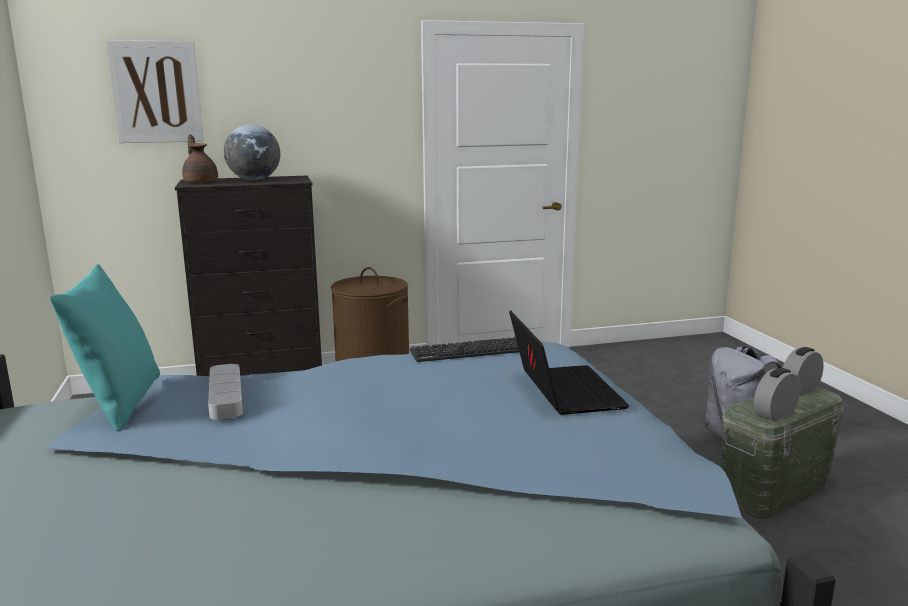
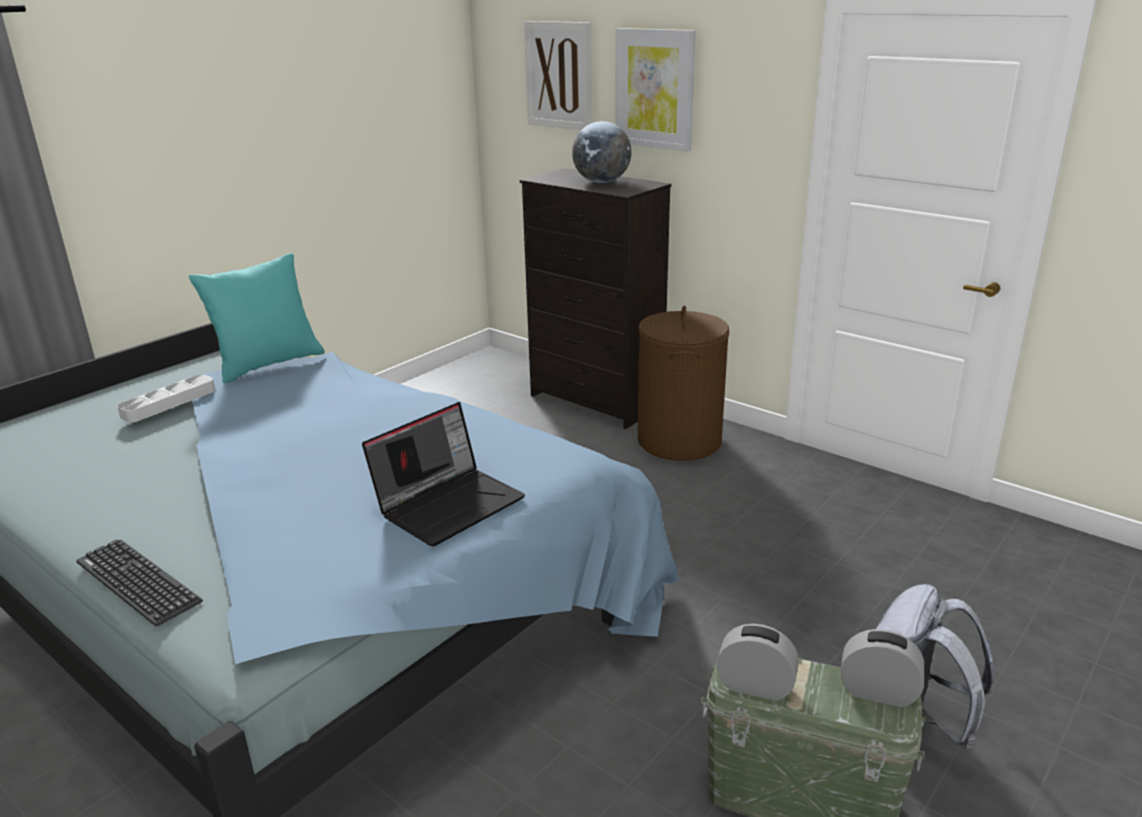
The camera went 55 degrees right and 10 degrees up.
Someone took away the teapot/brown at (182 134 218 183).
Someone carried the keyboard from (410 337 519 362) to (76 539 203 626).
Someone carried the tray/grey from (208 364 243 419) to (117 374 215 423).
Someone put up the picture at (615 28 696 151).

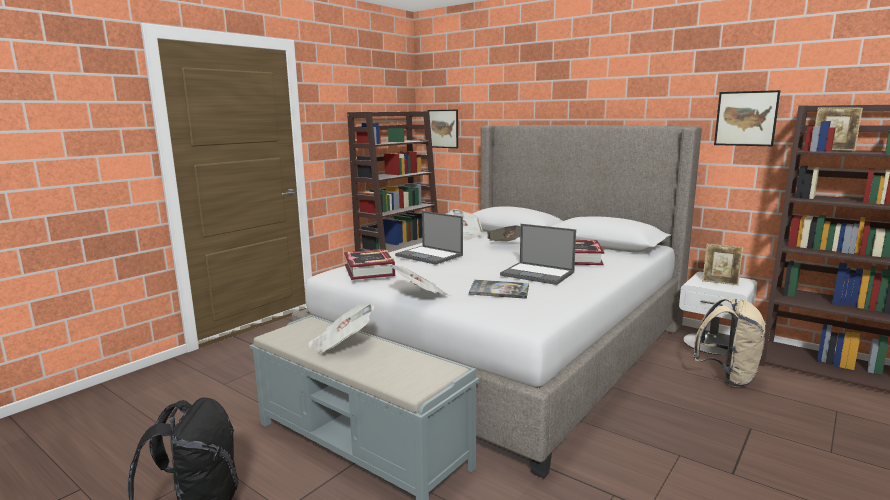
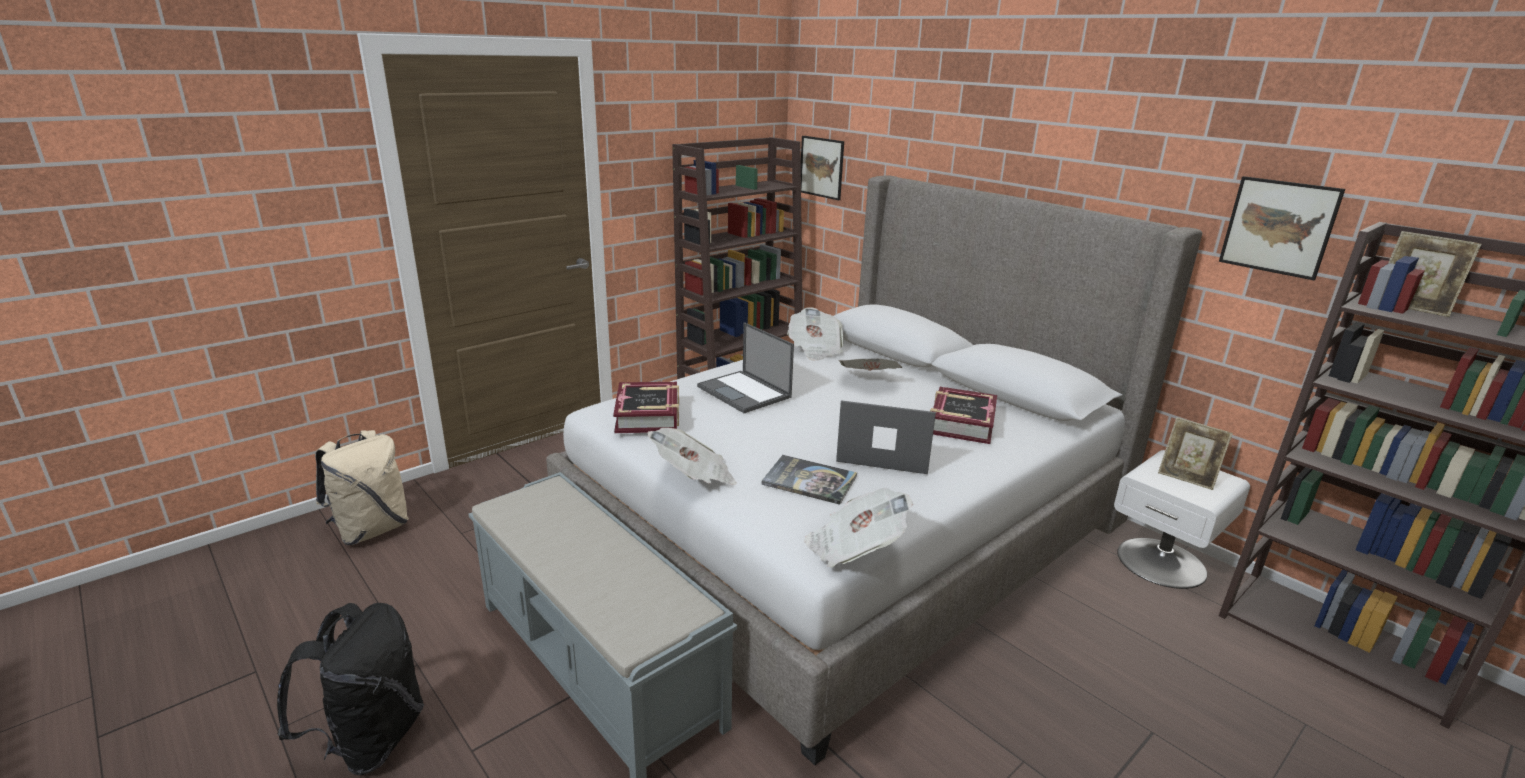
The camera went 10 degrees right and 10 degrees up.
Someone rotated the laptop at (500 224 576 285) by 150 degrees clockwise.
Someone carried the backpack/beige from (693 298 766 387) to (315 430 409 545).
Someone carried the newspaper from (308 304 375 354) to (804 487 913 568).

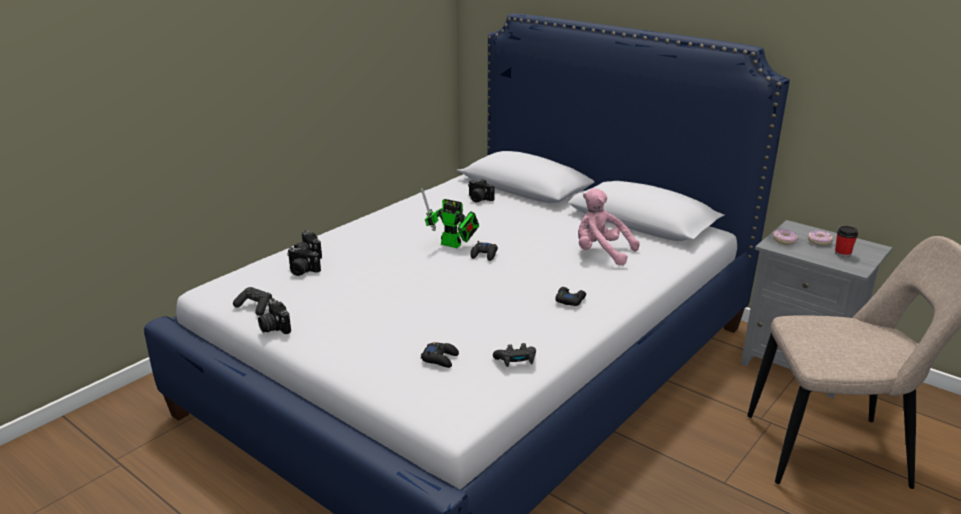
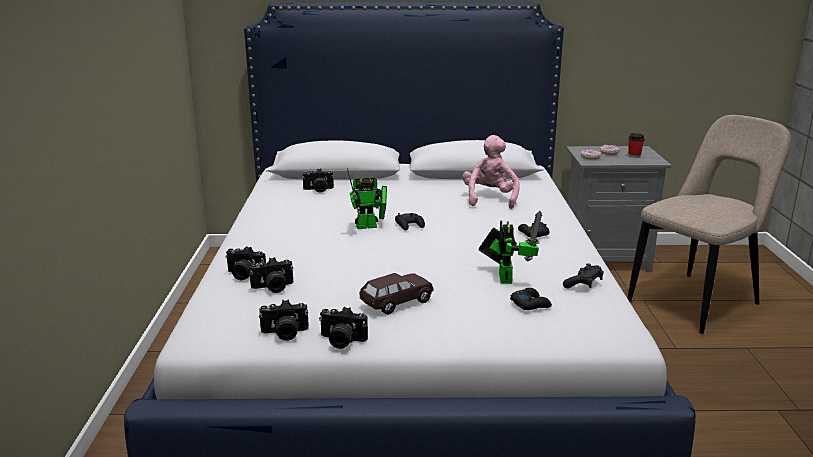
The camera went 40 degrees left and 5 degrees down.
Someone rotated the plush toy/pink at (578 188 640 266) by 105 degrees clockwise.
Someone swapped the game controller/black at (233 287 272 316) for the photo camera at (259 299 309 341).
Someone put down the toy robot at (479 211 542 284).
Someone put down the toy car/brown at (359 273 434 315).

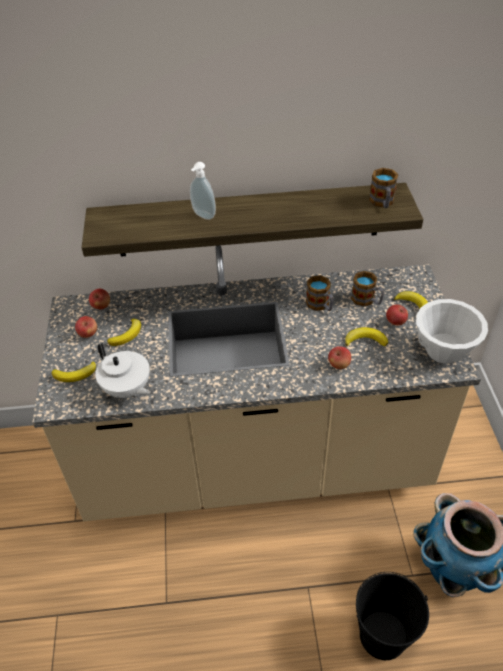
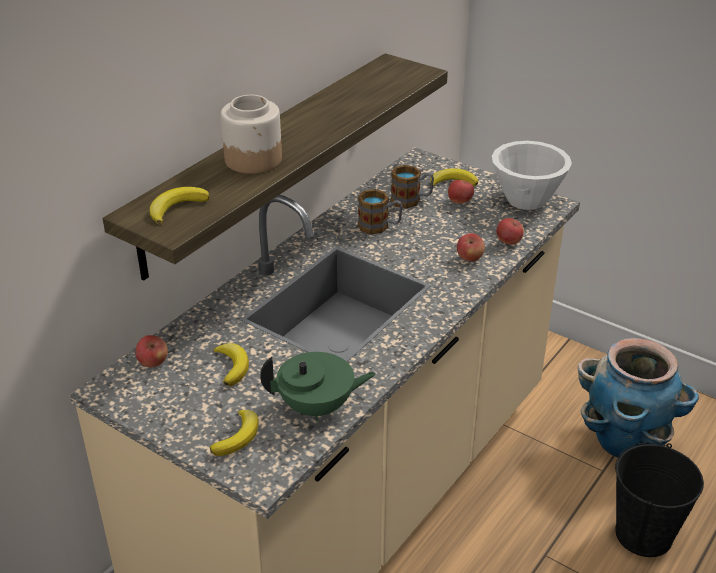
The camera went 50 degrees left and 10 degrees down.
Someone swapped the soap dispenser at (190 162 216 220) for the jar at (221 95 282 174).
Someone took away the mug at (369 168 398 208).
Someone carried the apple from (75 316 97 338) to (496 218 524 245).
Someone carried the banana from (345 327 388 346) to (150 187 210 225).
Someone repainted the teapot/white at (95 343 150 398), which became the teapot/green at (260 352 376 421).

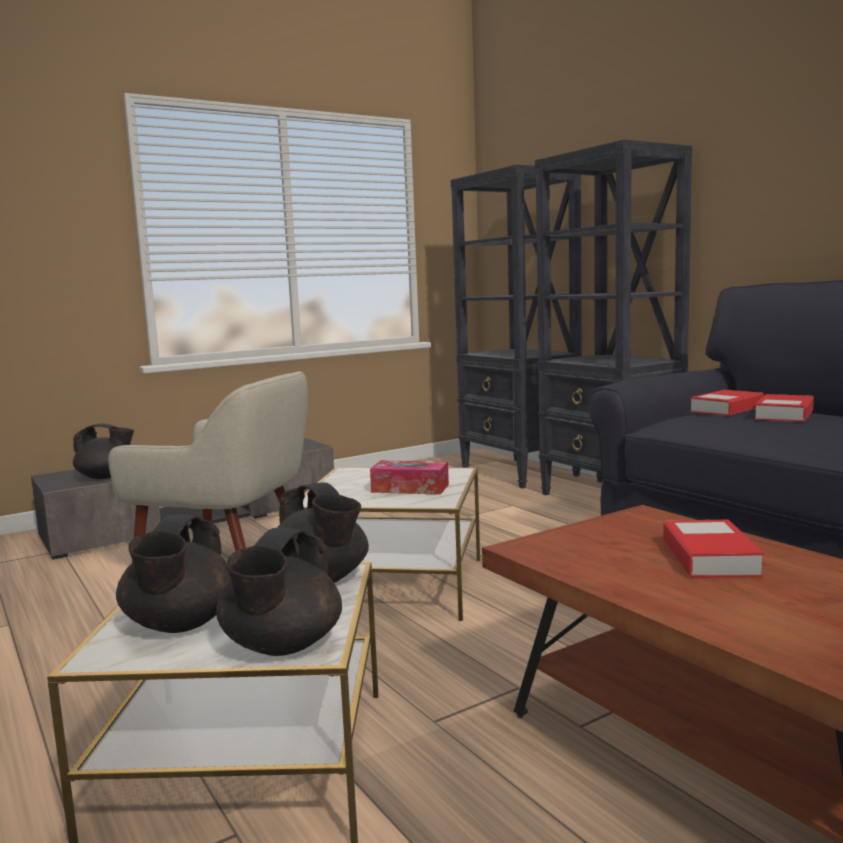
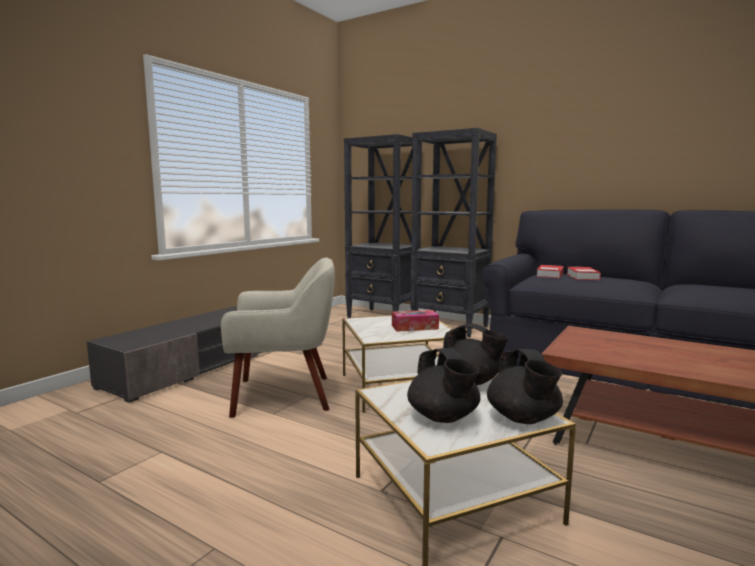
The camera went 25 degrees left and 0 degrees up.
Someone took away the teapot/black at (73 423 134 479).
Someone took away the book at (663 520 764 578).

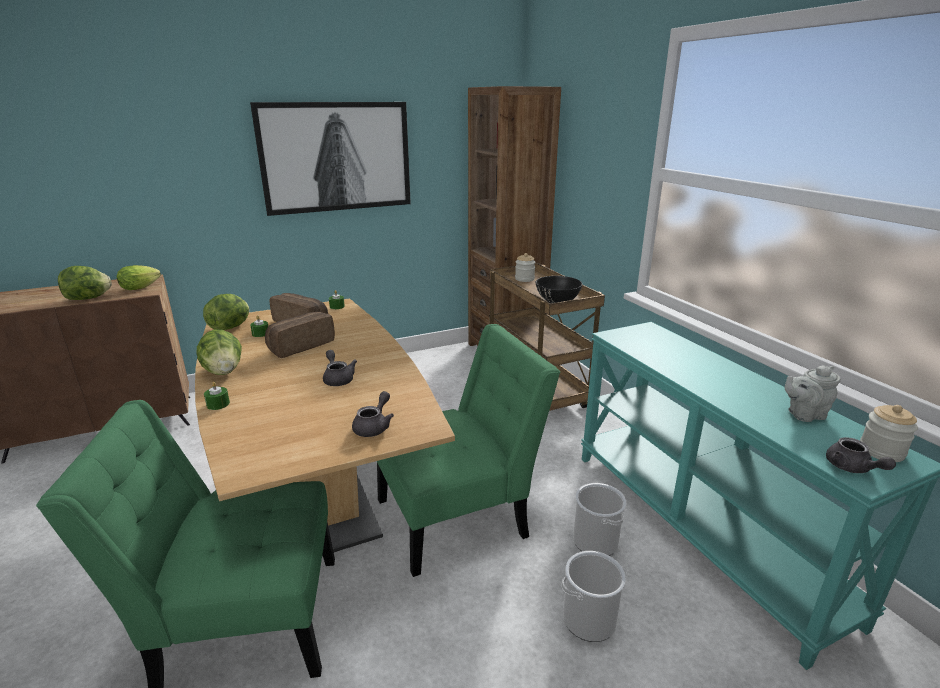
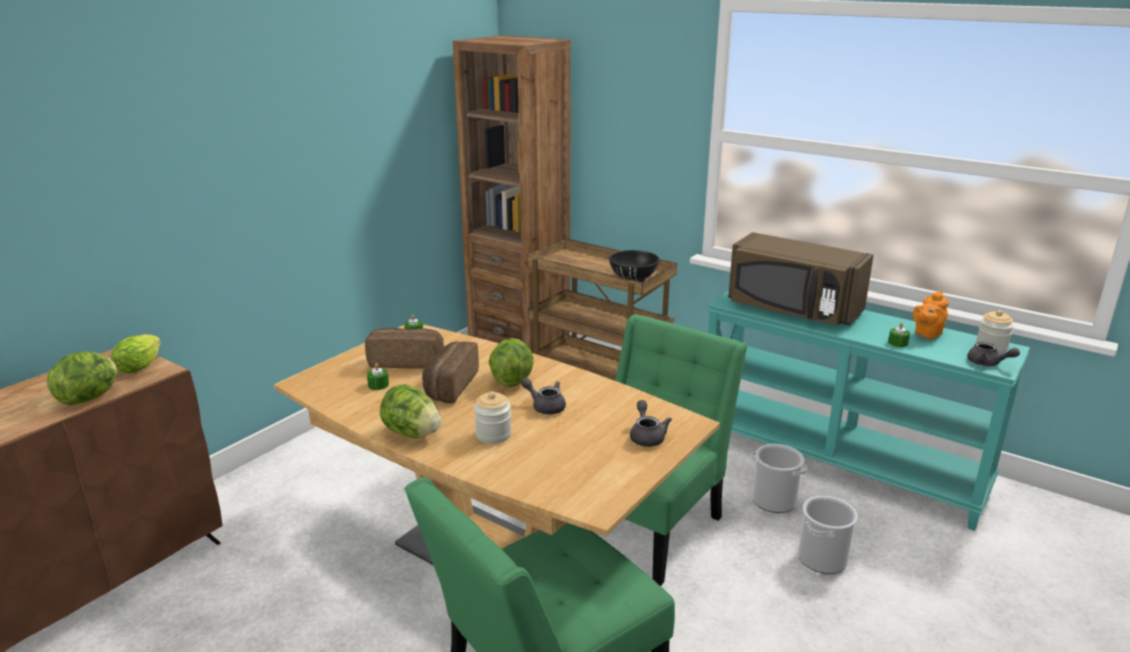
The camera went 30 degrees left and 0 degrees up.
Someone took away the picture at (250 102 411 216).
Someone carried the jar from (515 253 536 282) to (474 391 512 444).
Someone carried the lettuce from (203 294 249 330) to (489 338 534 387).
Someone repainted the teapot/grey at (785 366 841 422), which became the teapot/orange at (913 291 949 340).
Someone carried the candle/green from (204 382 230 410) to (888 322 910 347).
Someone put down the microwave/brown at (728 232 874 325).

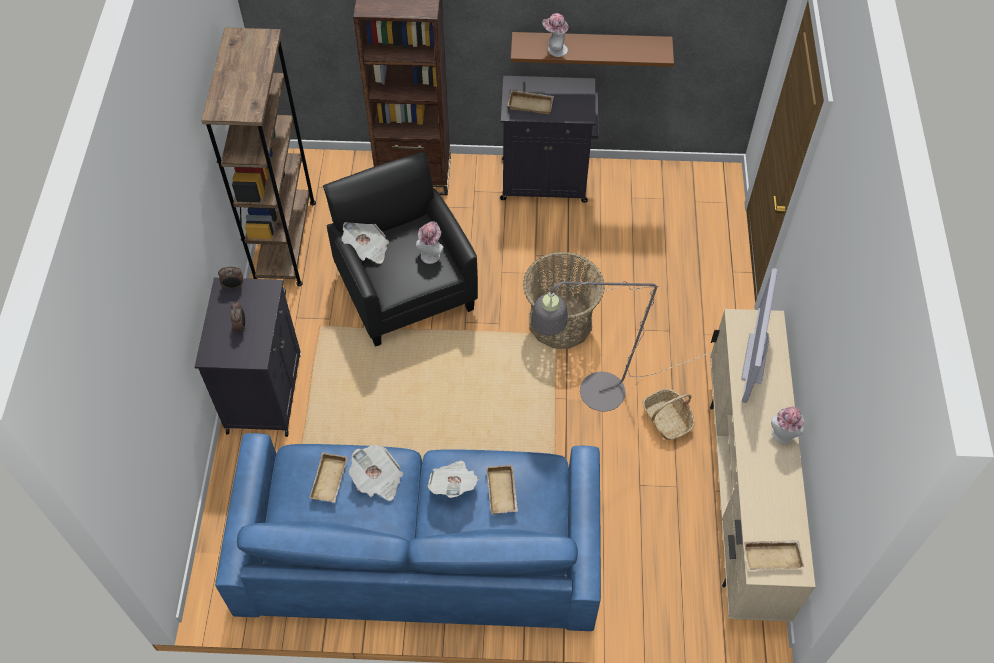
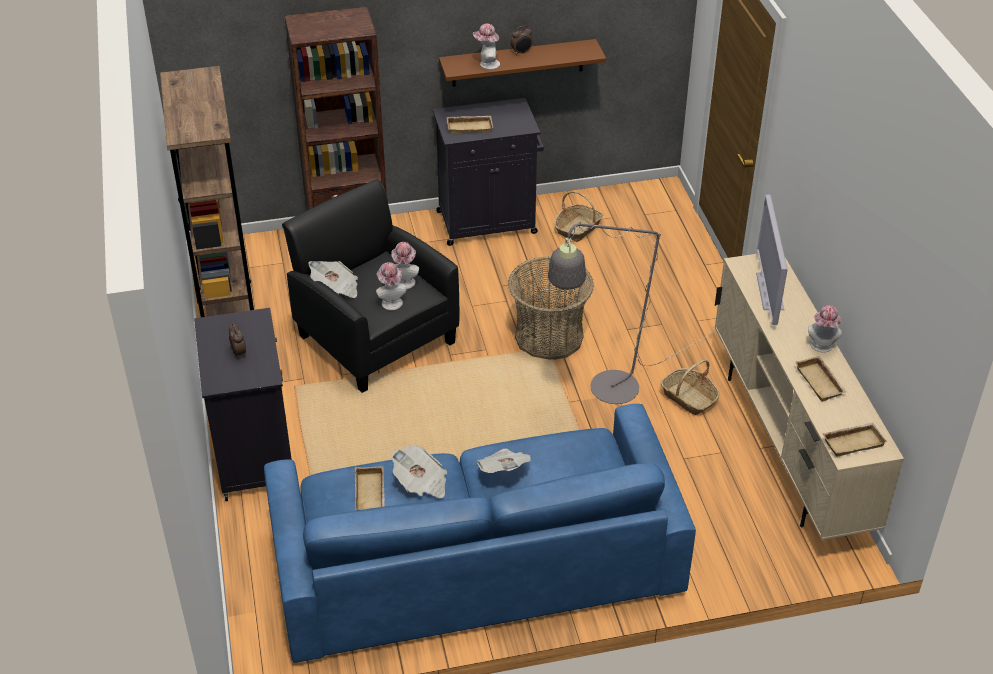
The camera went 15 degrees left and 15 degrees down.
Someone carried the alarm clock from (218 266 243 289) to (510 26 533 55).
Someone carried the tray/beige from (486 465 518 515) to (795 356 847 402).
Someone put down the basket at (554 191 603 242).
Someone put down the hat at (376 262 406 310).

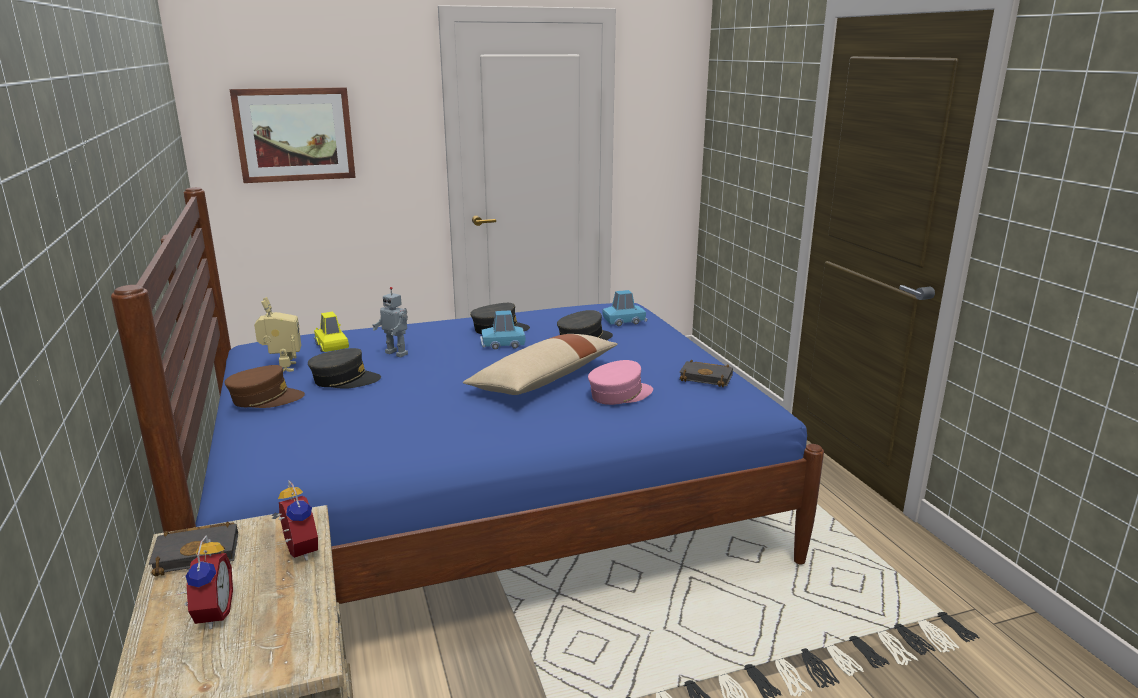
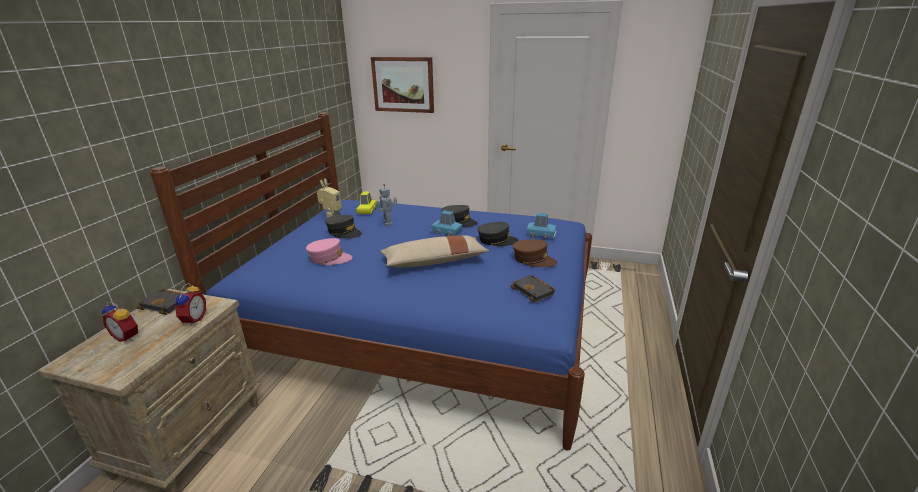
The camera went 35 degrees right and 5 degrees up.
Someone carried the cap/pink from (588 360 653 405) to (306 238 353 265).
Someone carried the cap/brown from (225 365 305 408) to (513 239 557 267).
Someone rotated the alarm clock at (181 535 233 629) by 90 degrees clockwise.

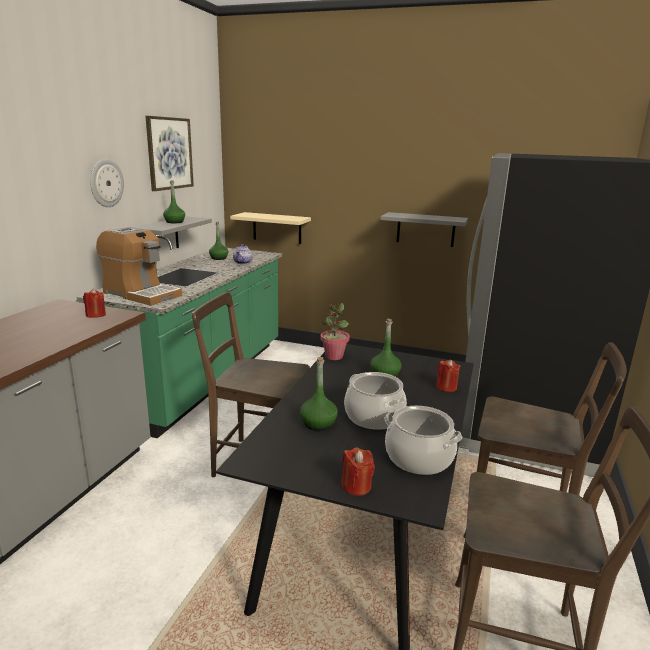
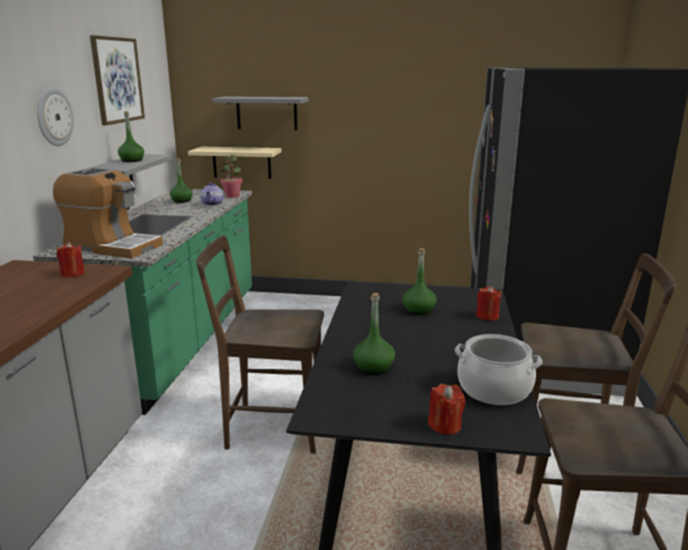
The camera went 10 degrees left and 0 degrees up.
Someone carried the shelf/grey from (380 212 468 247) to (212 96 308 130).
Someone carried the potted plant from (320 303 350 360) to (220 155 243 198).
Someone took away the cooking pot at (344 372 407 430).

